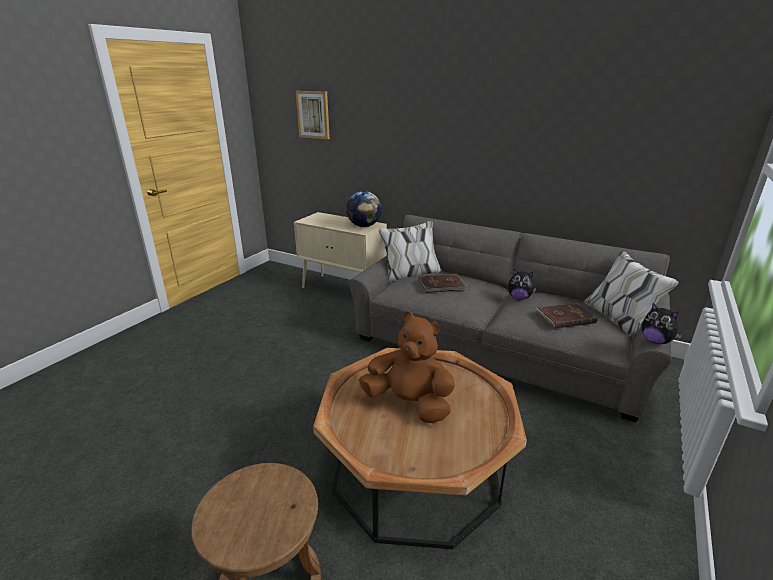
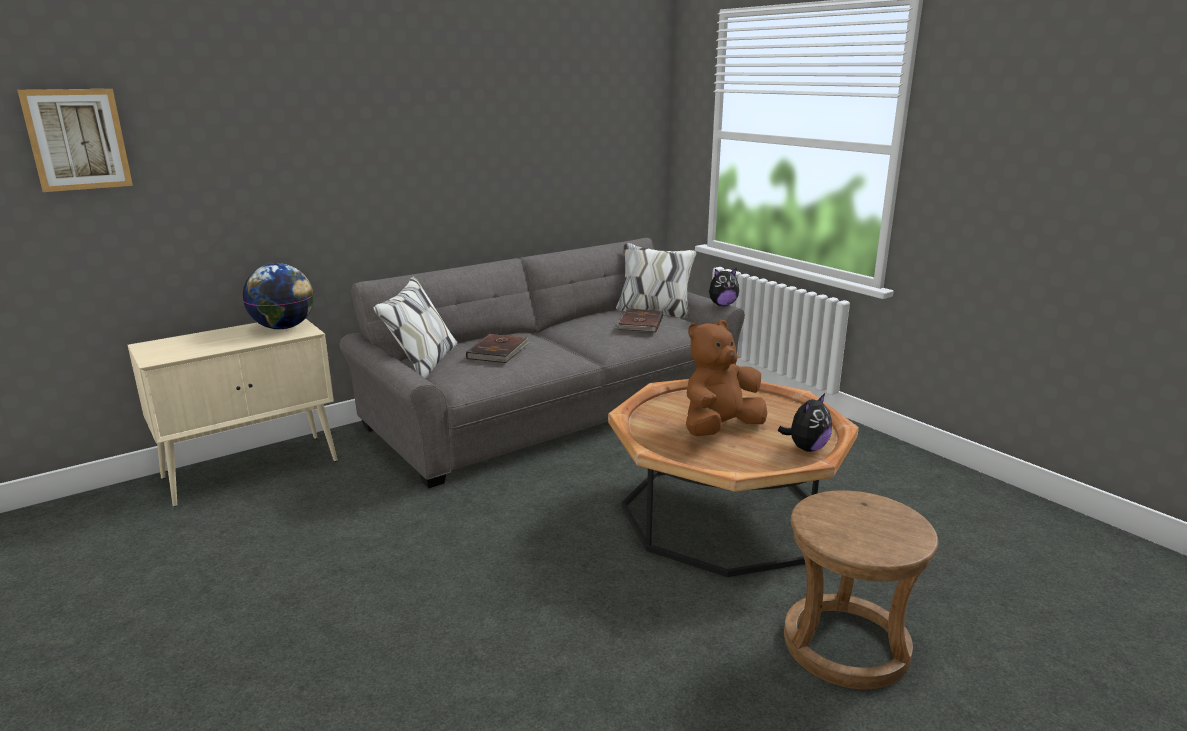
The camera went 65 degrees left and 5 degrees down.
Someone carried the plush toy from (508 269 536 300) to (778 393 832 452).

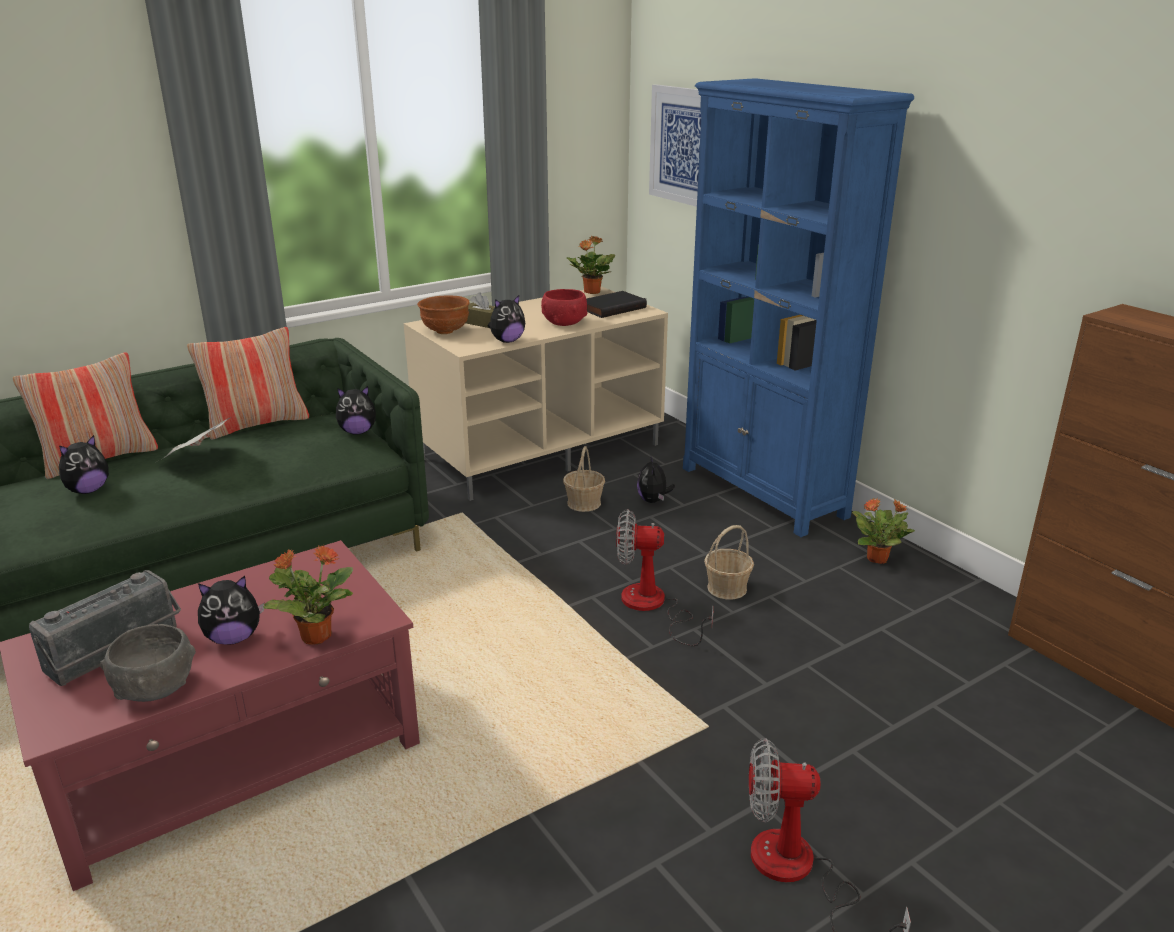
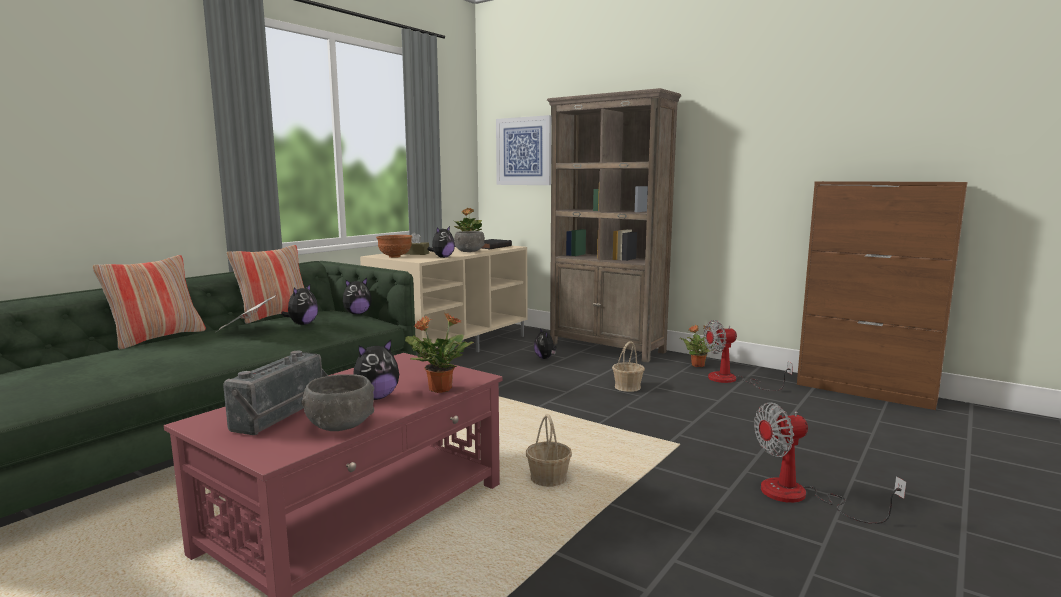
The camera went 20 degrees left and 15 degrees down.
Someone repainted the bookcase/blue at (683 78 914 537), which became the bookcase/brown at (547 88 681 363).
Someone repainted the bowl/red at (541 289 587 326), which became the bowl/grey at (454 231 485 252).
Someone carried the plush toy from (59 435 109 494) to (281 284 318 325).
Someone carried the basket from (563 446 605 512) to (526 414 572 487).
Someone carried the fan from (616 509 713 646) to (704 320 793 391).

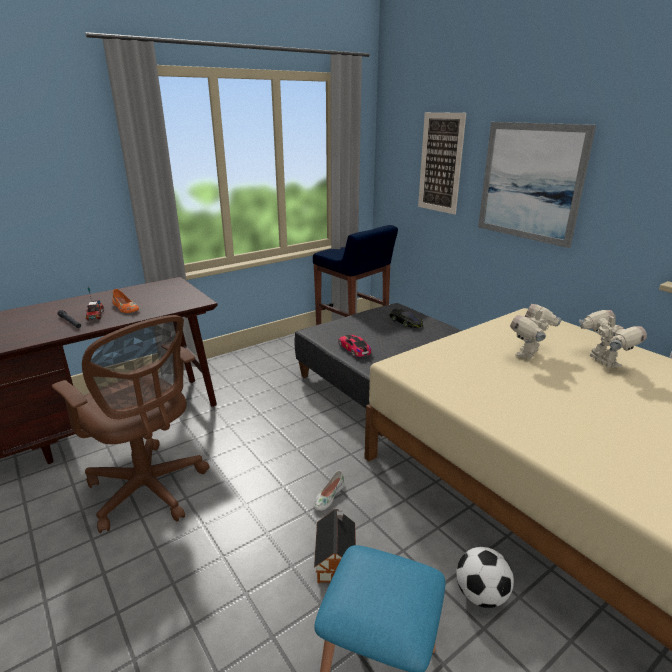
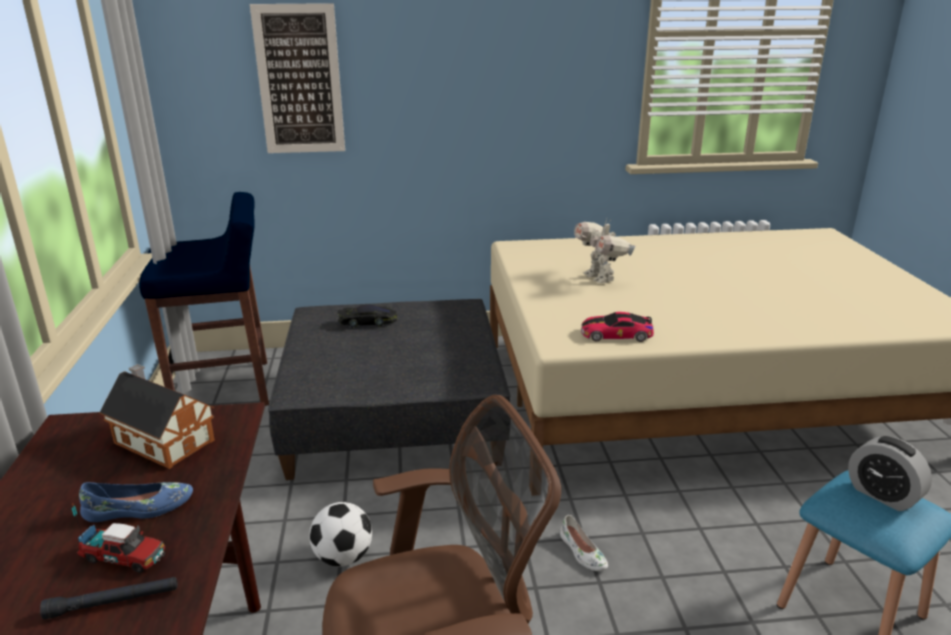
The camera went 60 degrees left and 0 degrees up.
Someone took away the picture at (478 122 596 248).
Someone repainted the shoe/orange at (112 289 139 313), which became the shoe/blue at (79 482 193 522).
Someone took away the toy robot at (579 310 647 368).
Someone carried the toy car from (338 335 371 357) to (581 312 654 342).
Someone carried the toy house from (314 509 356 583) to (99 364 215 469).
Someone carried the football from (456 547 514 608) to (309 502 372 567).
Someone put down the alarm clock at (848 436 932 511).

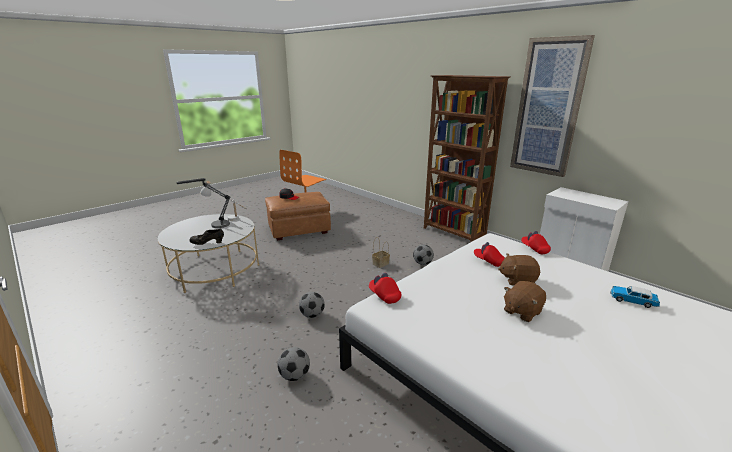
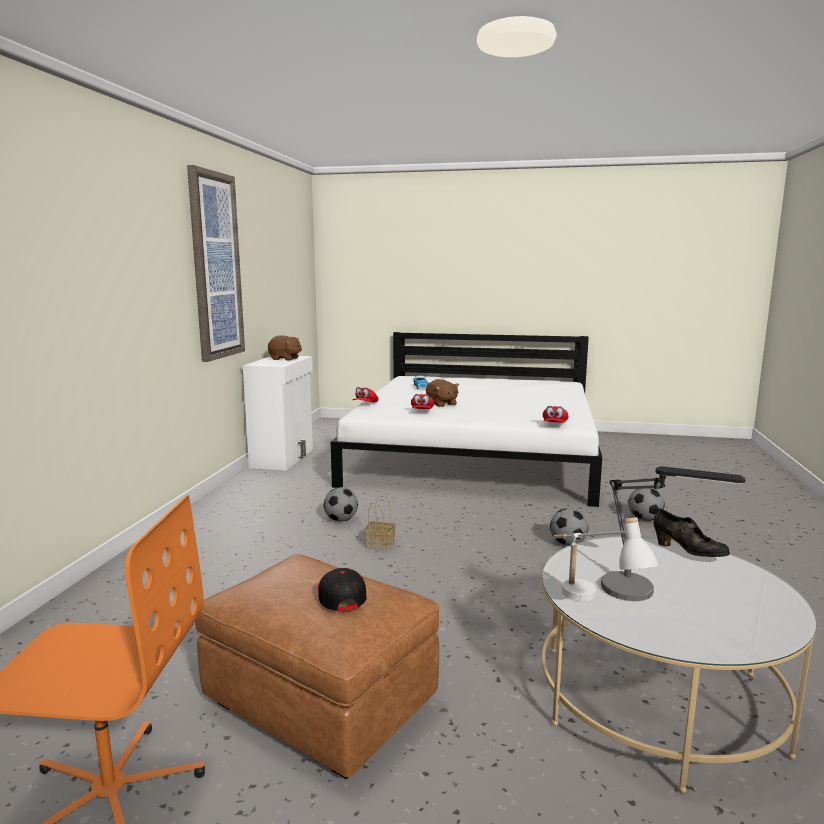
The camera went 125 degrees left and 10 degrees down.
Someone took away the bookcase/brown at (424 75 511 242).
Someone carried the plush toy/brown from (504 281 546 322) to (268 335 302 361).

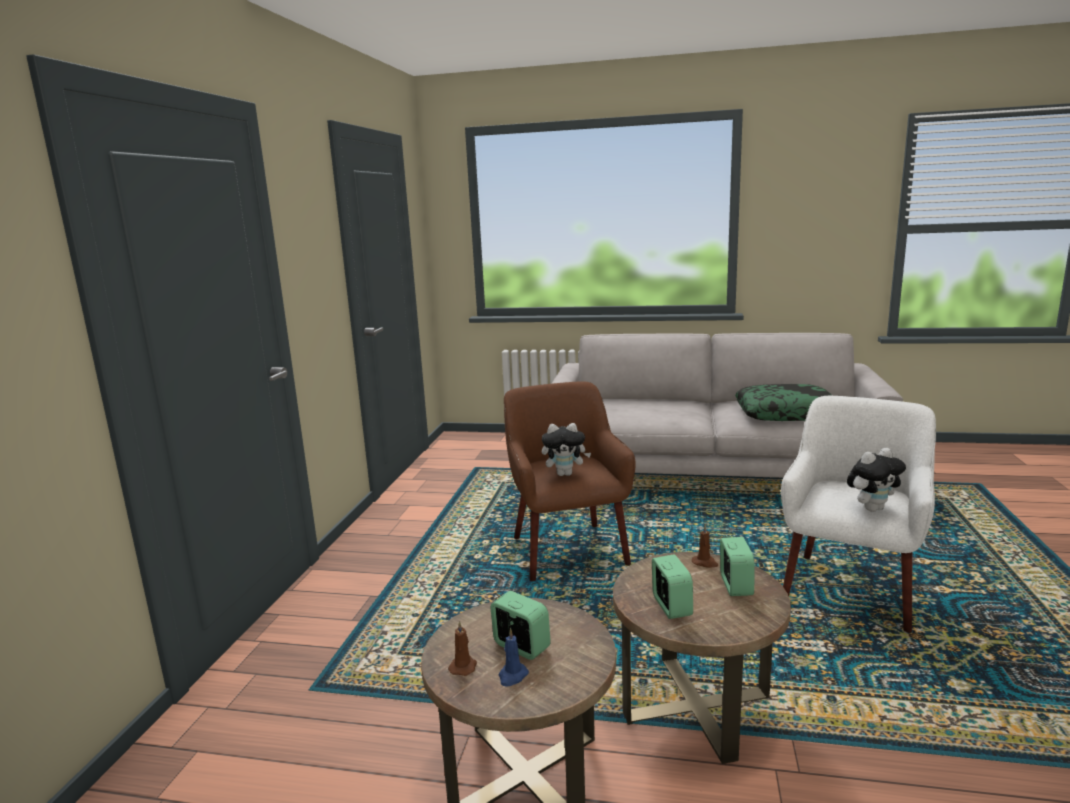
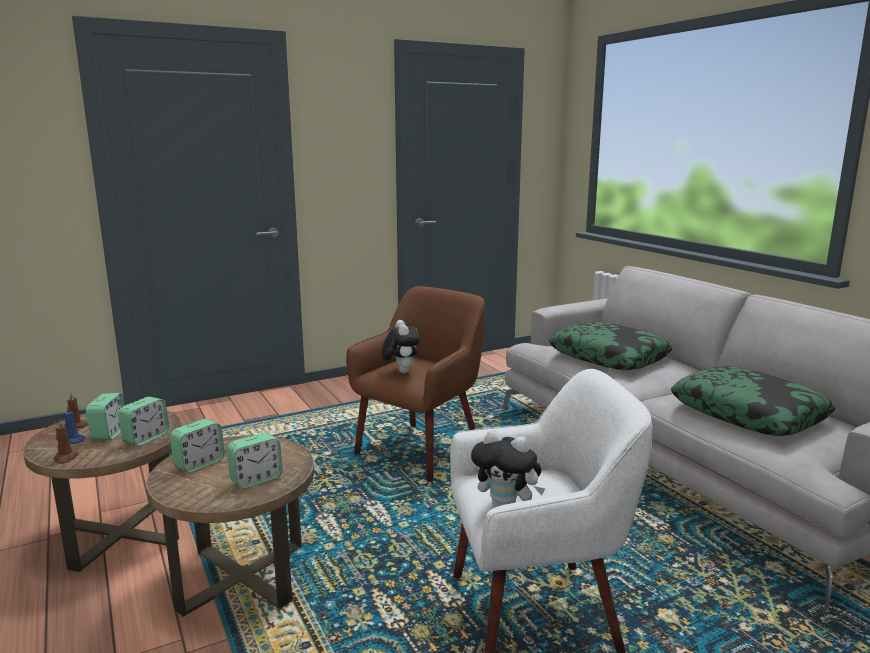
The camera went 50 degrees right and 0 degrees up.
Someone rotated the plush toy at (542 423 591 476) by 150 degrees counterclockwise.
Someone carried the candle/brown from (692 524 718 568) to (54 420 78 464).
Someone put down the pillow at (549 322 672 370).
Someone put down the alarm clock at (118 397 169 446).

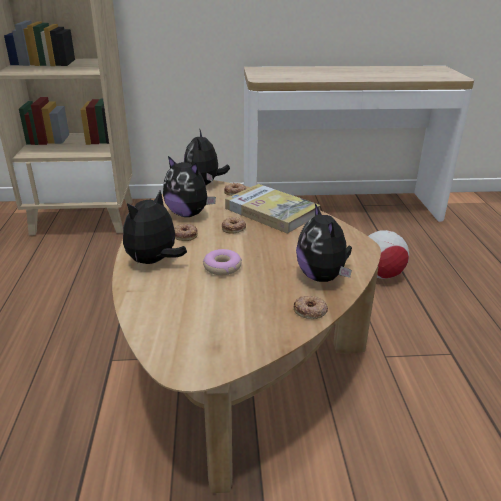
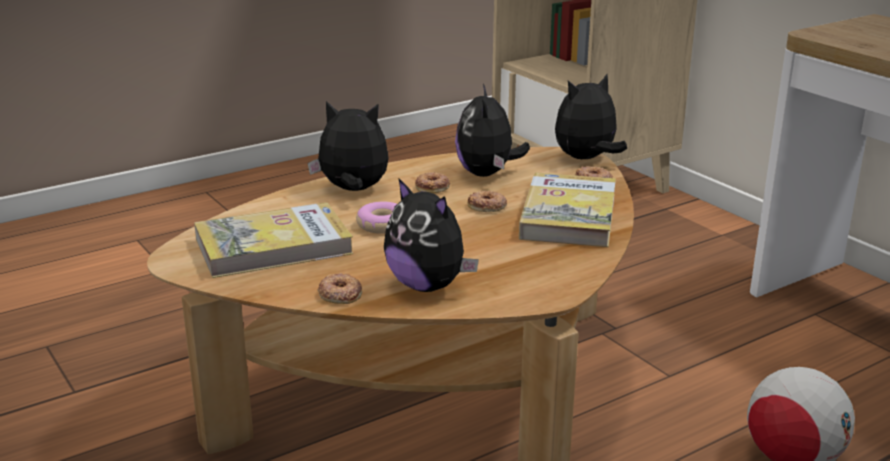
The camera went 60 degrees right and 5 degrees down.
Someone rotated the plush toy at (296 203 352 282) by 90 degrees counterclockwise.
Someone put down the book at (194 202 354 278).

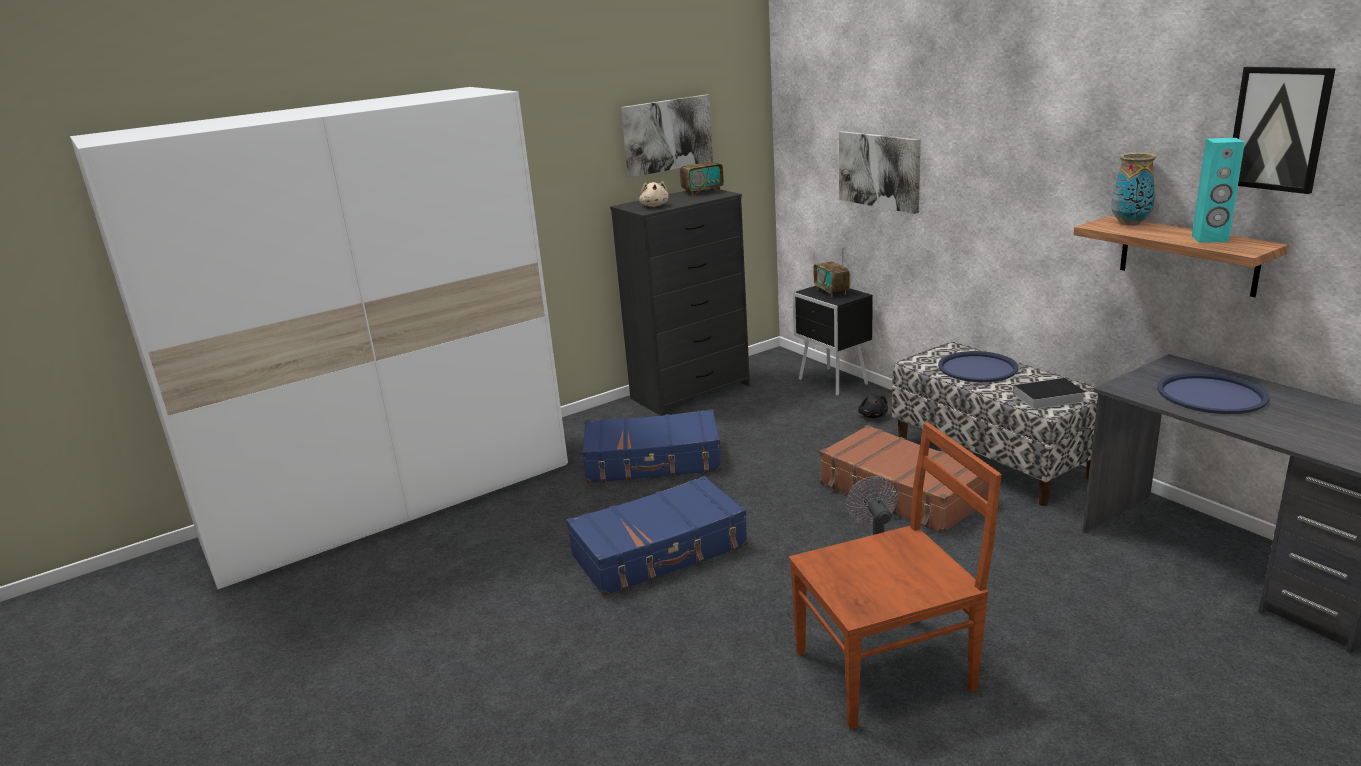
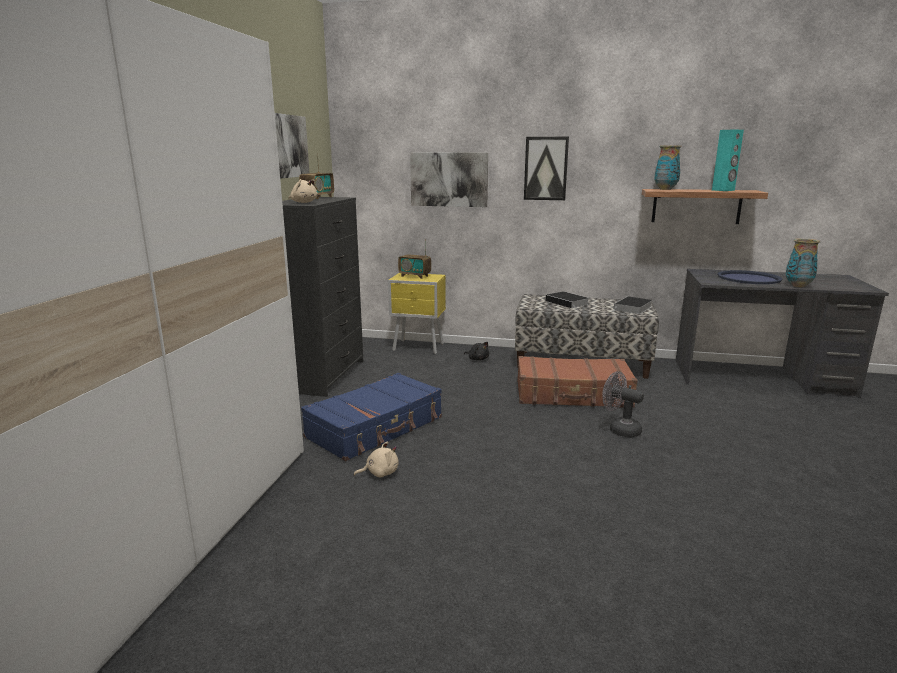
The camera went 45 degrees left and 5 degrees down.
Someone carried the picture from (1233 67 1336 194) to (524 137 569 200).
Someone repainted the nightstand/black at (793 286 873 396), which became the nightstand/yellow at (388 273 446 354).
Someone swapped the tray/blue at (938 351 1018 382) for the book at (545 291 589 309).
Someone took away the chair/brown at (789 422 1002 729).
Someone took away the suitcase/blue at (566 476 748 596).
Someone put down the vase at (785 238 820 287).
Someone put down the plush toy/beige at (353 441 399 478).

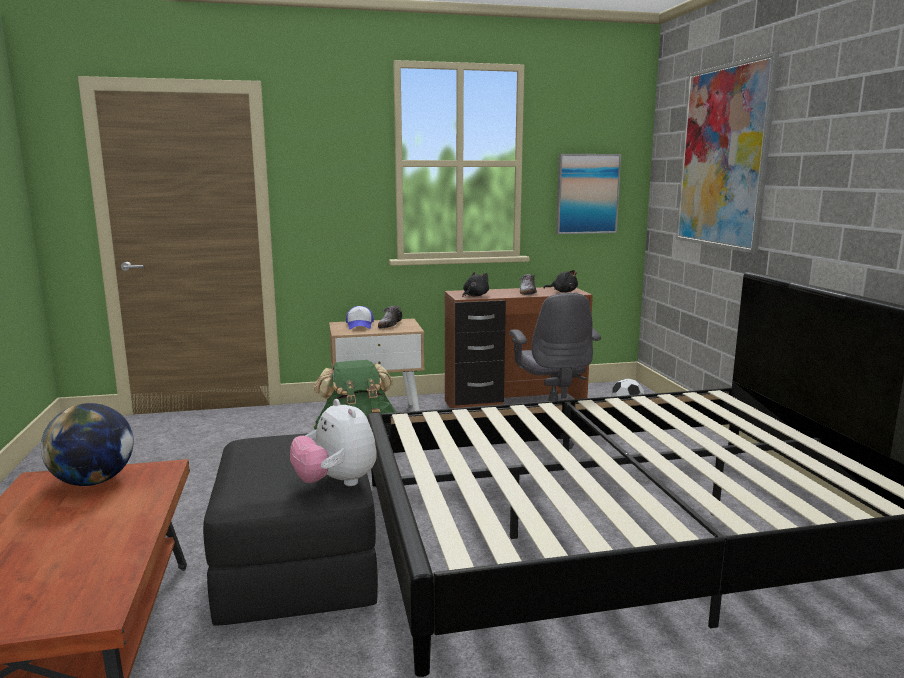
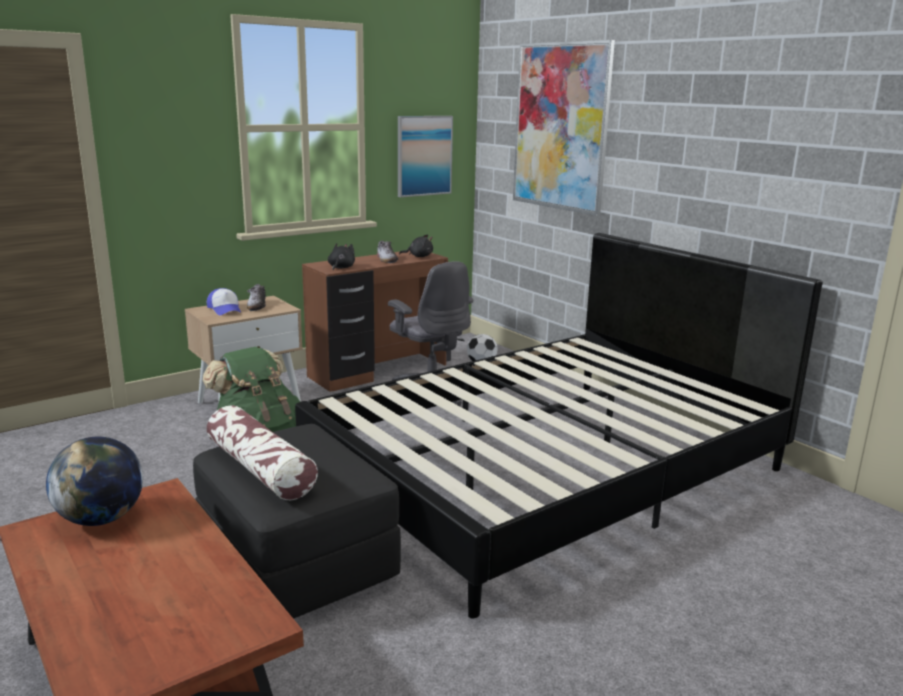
The camera went 25 degrees left and 5 degrees up.
Someone took away the plush toy at (290 399 377 486).
Someone put down the pillow at (207 405 318 500).

